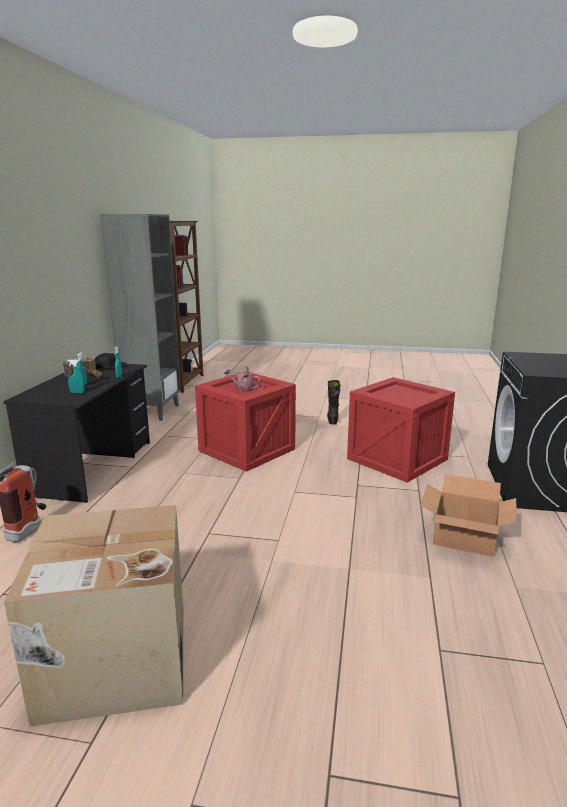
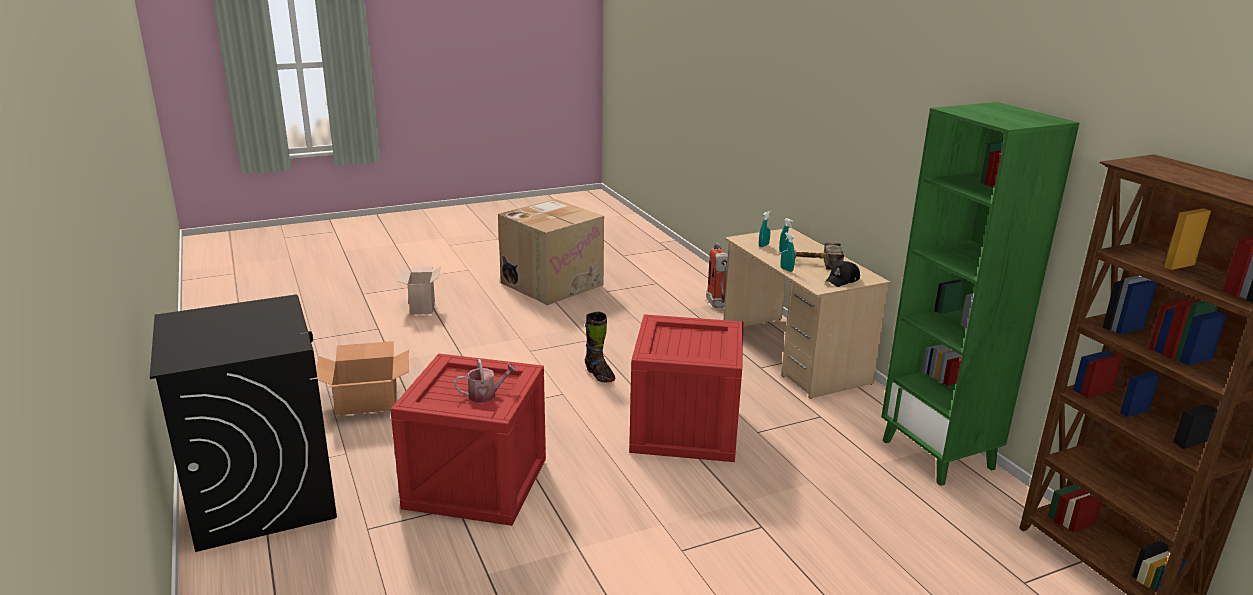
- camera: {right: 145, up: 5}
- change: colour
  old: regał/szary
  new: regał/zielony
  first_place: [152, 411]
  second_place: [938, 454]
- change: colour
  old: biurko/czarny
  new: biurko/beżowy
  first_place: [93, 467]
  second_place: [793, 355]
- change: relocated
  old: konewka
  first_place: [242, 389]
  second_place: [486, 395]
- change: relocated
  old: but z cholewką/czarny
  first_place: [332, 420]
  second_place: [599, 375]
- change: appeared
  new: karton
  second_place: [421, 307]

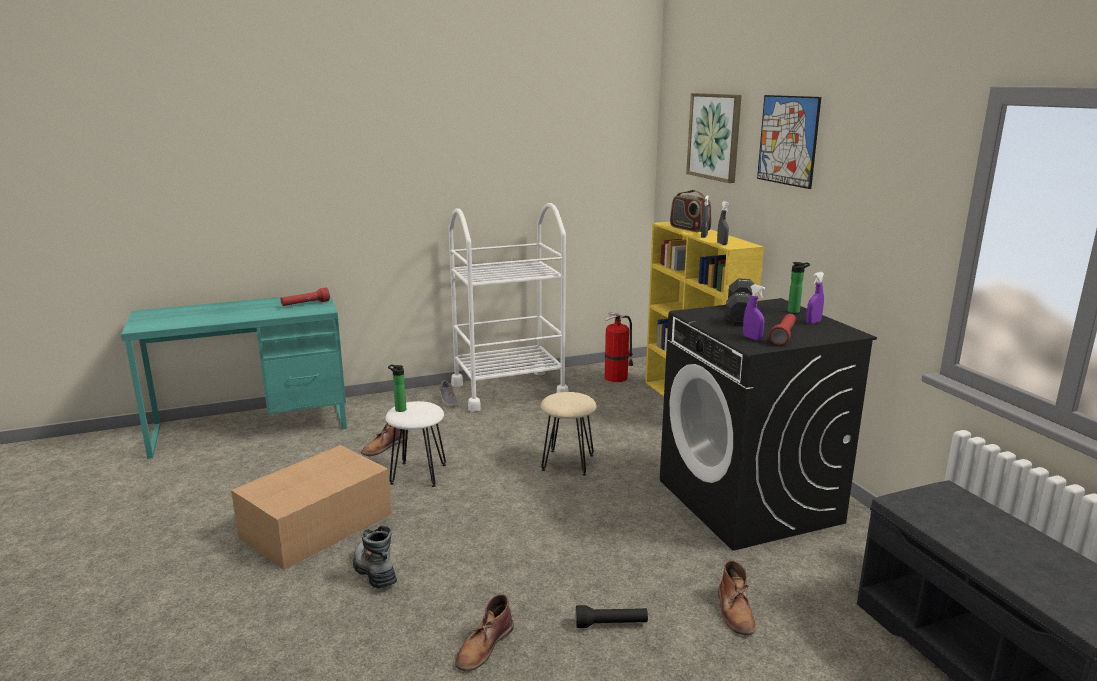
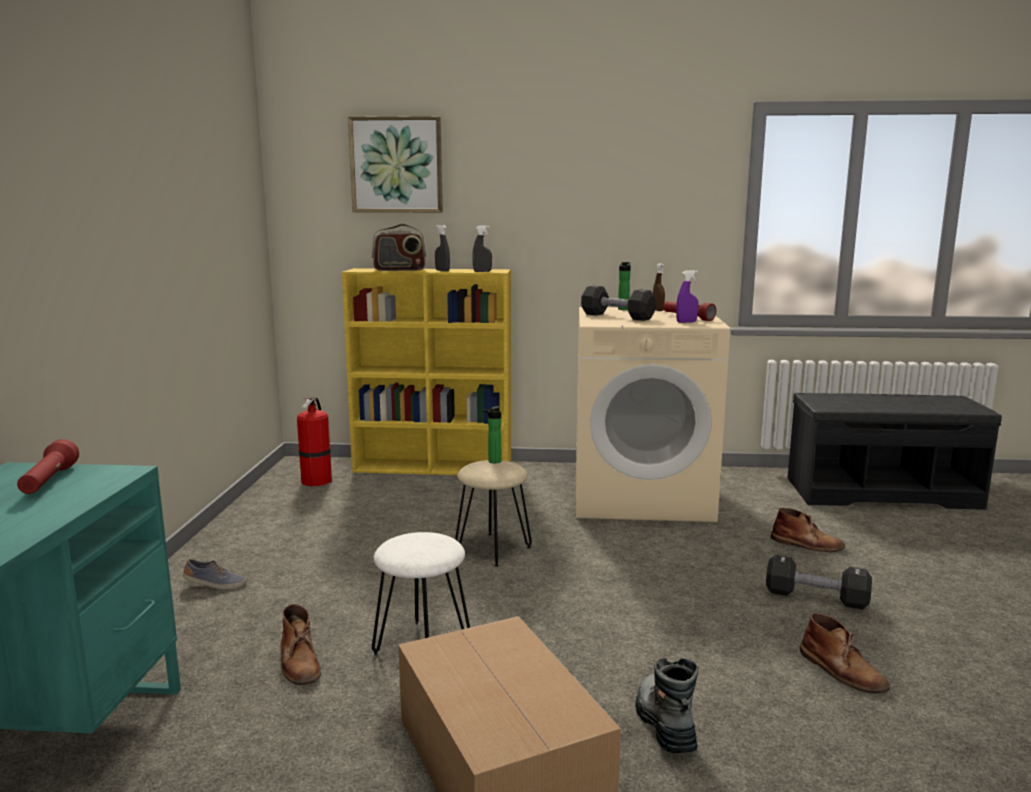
- camera: {right: -65, up: -5}
- change: missing
  old: obraz
  first_place: [788, 140]
- change: missing
  old: wózek/biały
  first_place: [508, 390]
- change: colour
  old: spryskiwacz/fioletowy
  new: spryskiwacz/brązowy
  first_place: [813, 322]
  second_place: [658, 310]
- change: colour
  old: pralka/czarny
  new: pralka/beżowy
  first_place: [749, 501]
  second_place: [642, 496]
- change: relocated
  old: butelka
  first_place: [399, 409]
  second_place: [493, 462]
- change: spun
  old: but z cholewką
  first_place: [374, 572]
  second_place: [664, 724]
  degrees: 90
- change: exchanged
  old: latarka/czarny
  new: hantel/czarny
  first_place: [611, 624]
  second_place: [816, 597]

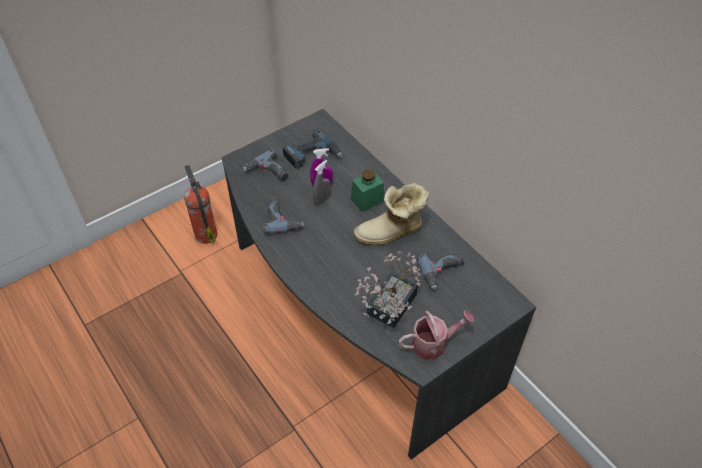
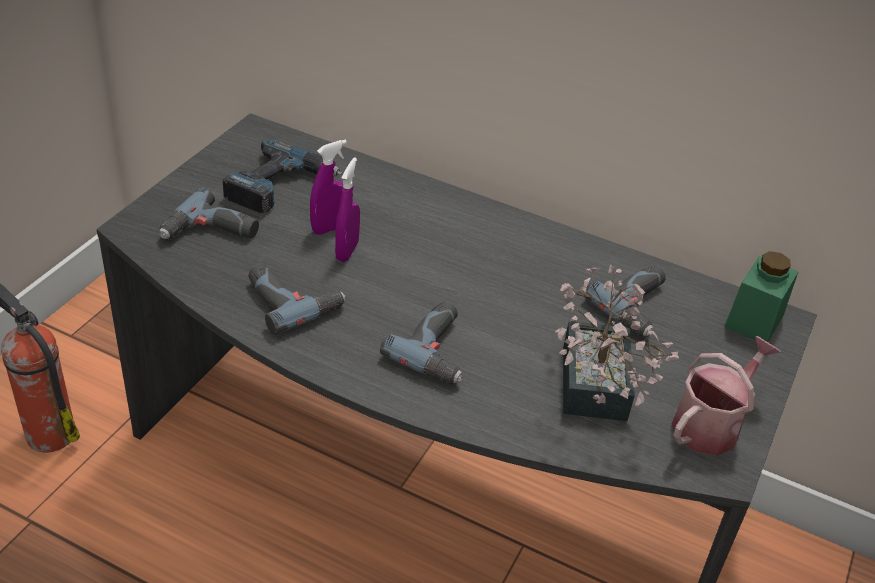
- camera: {right: -30, up: -10}
- change: colour
  old: spryskiwacz/szary
  new: spryskiwacz/fioletowy
  first_place: [322, 200]
  second_place: [347, 251]
- change: relocated
  old: słoik/zielony
  first_place: [367, 200]
  second_place: [754, 320]
- change: missing
  old: but z cholewką
  first_place: [391, 233]
- change: appeared
  new: wiertarka
  second_place: [439, 350]

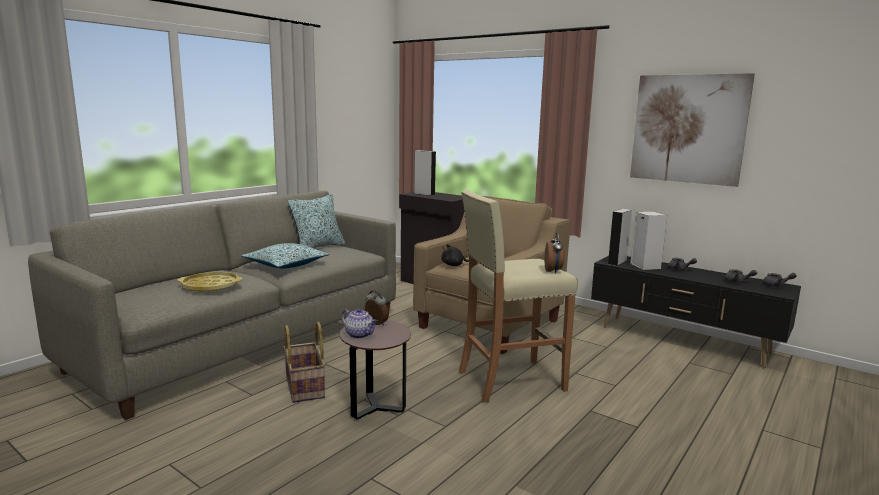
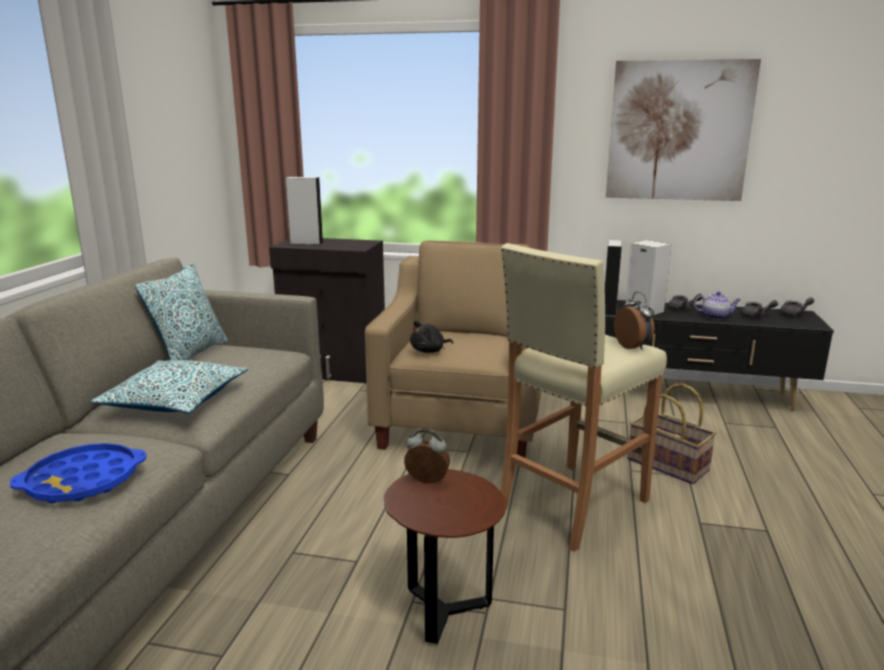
- camera: {right: -25, up: 5}
- change: colour
  old: taca/żółty
  new: taca/niebieski
  first_place: [210, 286]
  second_place: [83, 481]
- change: relocated
  old: imbryk
  first_place: [360, 335]
  second_place: [715, 316]
- change: relocated
  old: koszyk
  first_place: [306, 387]
  second_place: [669, 464]

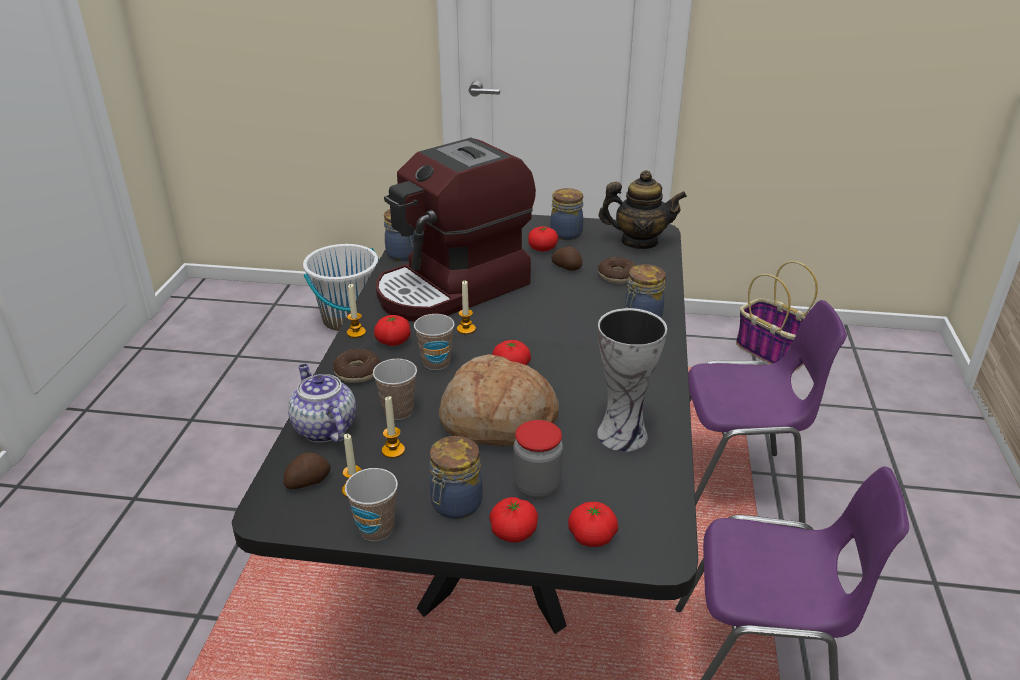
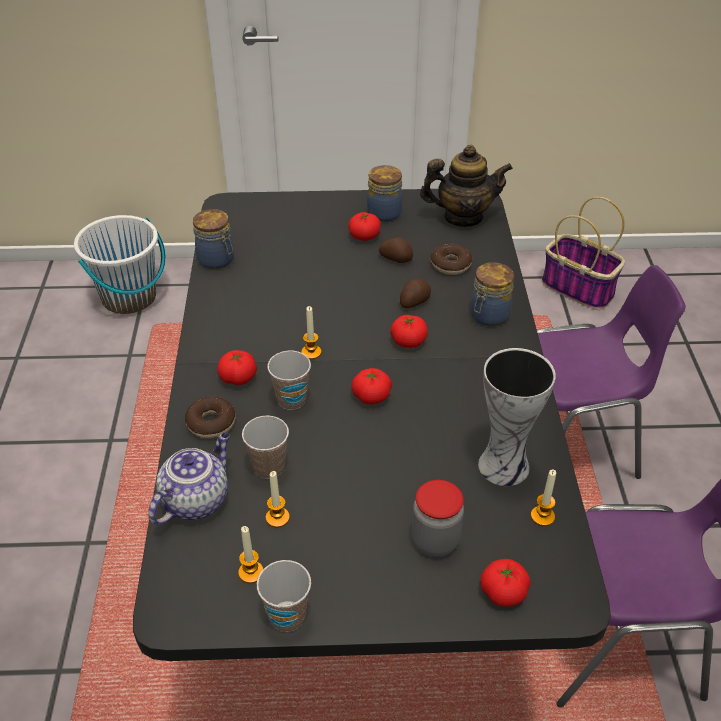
- camera: {right: -10, up: 10}
- change: missing
  old: ekspres do kawy
  first_place: [453, 288]
- change: relocated
  old: świeca
  first_place: [356, 332]
  second_place: [542, 516]
- change: missing
  old: chleb
  first_place: [497, 421]
- change: spun
  old: imbryk
  first_place: [324, 428]
  second_place: [196, 499]
  degrees: 75
- change: missing
  old: słoik
  first_place: [455, 505]
- change: relocated
  old: ziemniak
  first_place: [307, 481]
  second_place: [414, 301]
- change: relocated
  old: pomidor
  first_place: [513, 532]
  second_place: [408, 341]

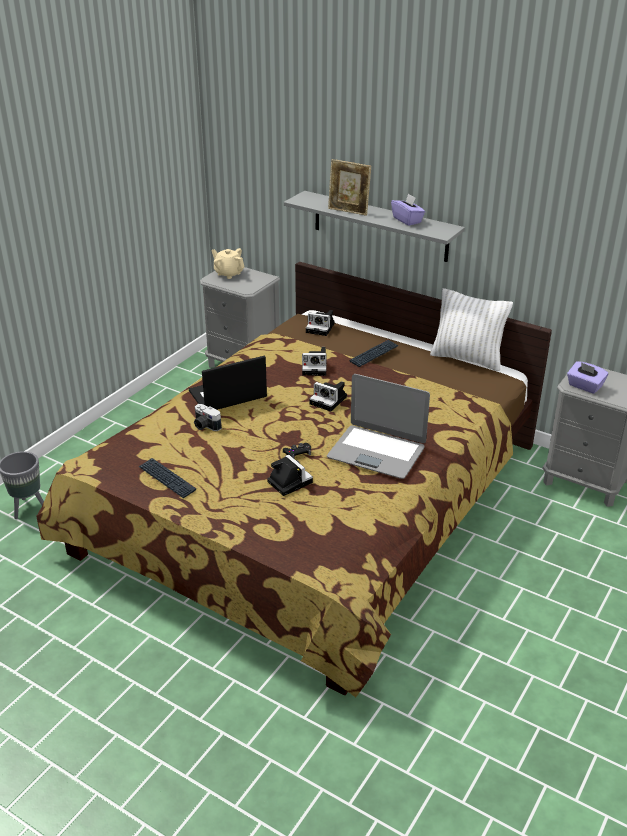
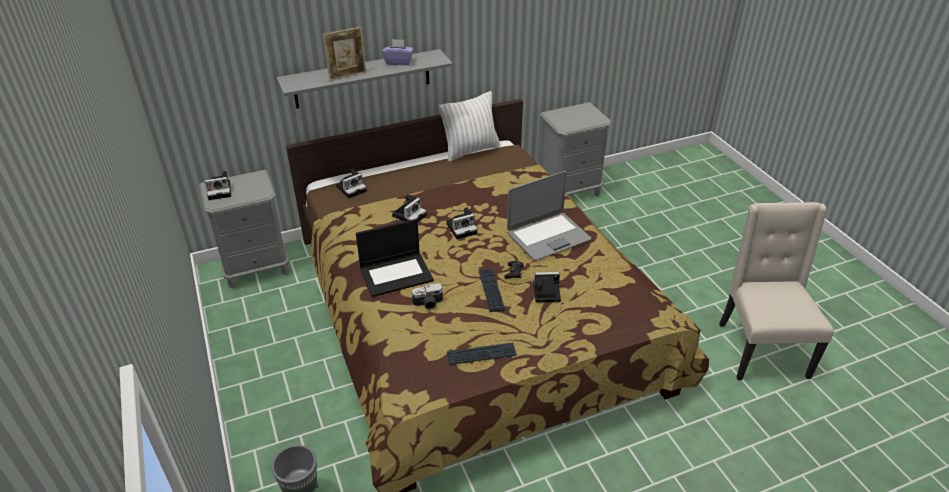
- camera: {right: -55, up: 5}
- change: exchanged
  old: imbryk/beżowy
  new: aparat fotograficzny
  first_place: [228, 273]
  second_place: [220, 190]
- change: relocated
  old: klawiatura
  first_place: [374, 354]
  second_place: [491, 290]
- change: spun
  old: laptop
  first_place: [227, 395]
  second_place: [396, 274]
  degrees: -120
- change: missing
  old: pudełko chusteczek/fioletowy
  first_place: [584, 386]
- change: appeared
  new: krzesło/beżowy
  second_place: [760, 349]

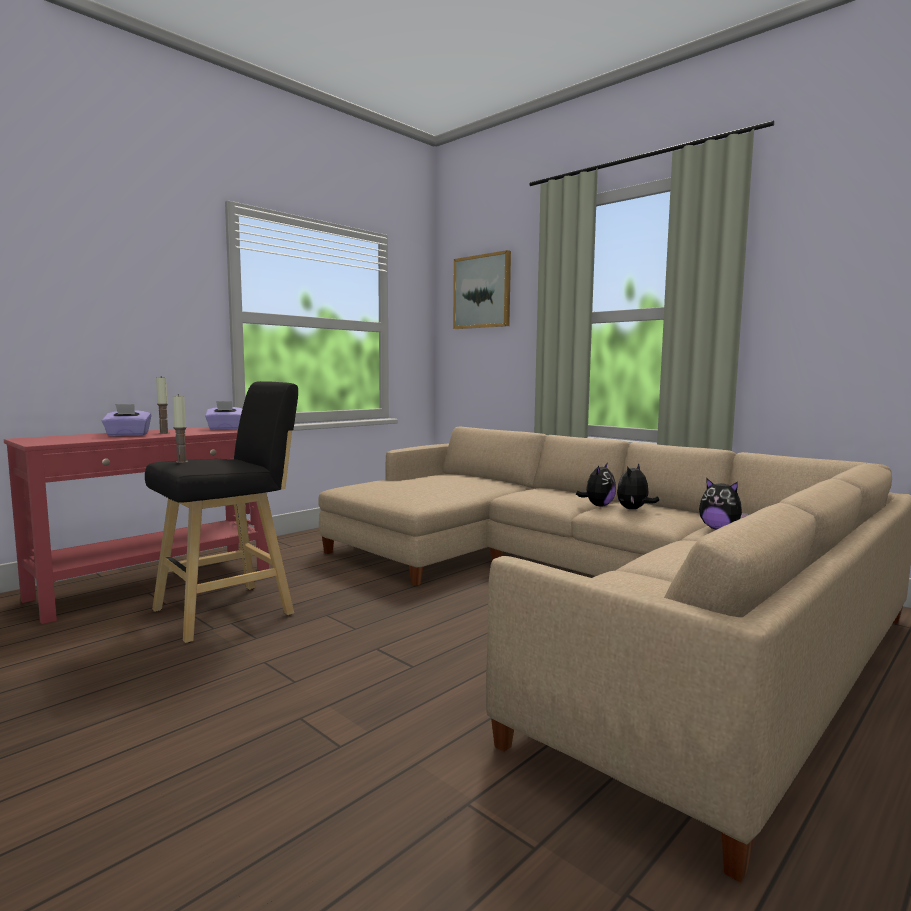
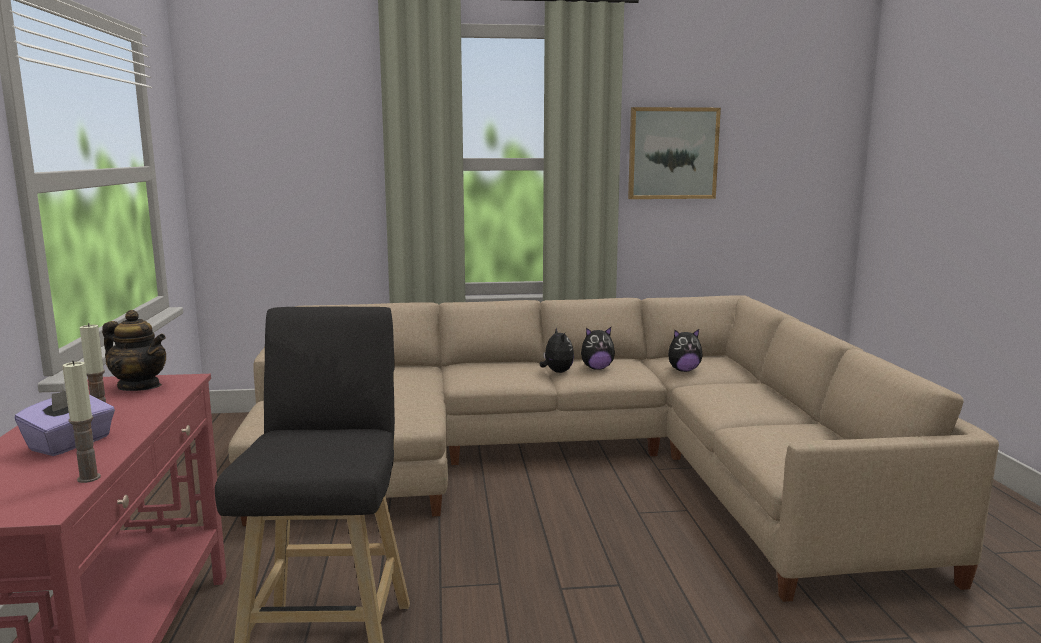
- camera: {right: -50, up: 5}
- change: relocated
  old: obraz
  first_place: [482, 291]
  second_place: [672, 153]
- change: relocated
  old: świeca
  first_place: [181, 462]
  second_place: [89, 478]
- change: exchanged
  old: pudełko chusteczek/fioletowy
  new: imbryk
  first_place: [226, 429]
  second_place: [139, 386]
- change: spun
  old: pluszak
  first_place: [634, 509]
  second_place: [597, 368]
  degrees: -90

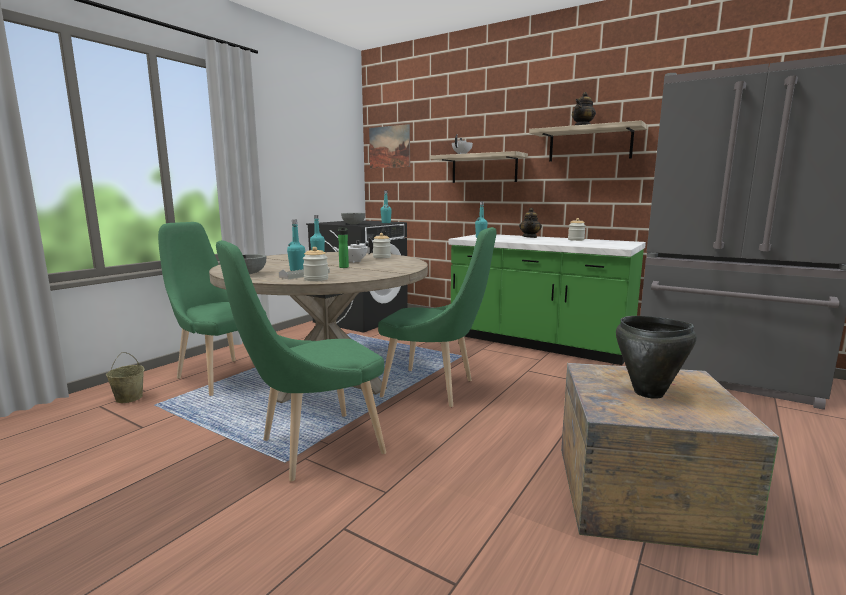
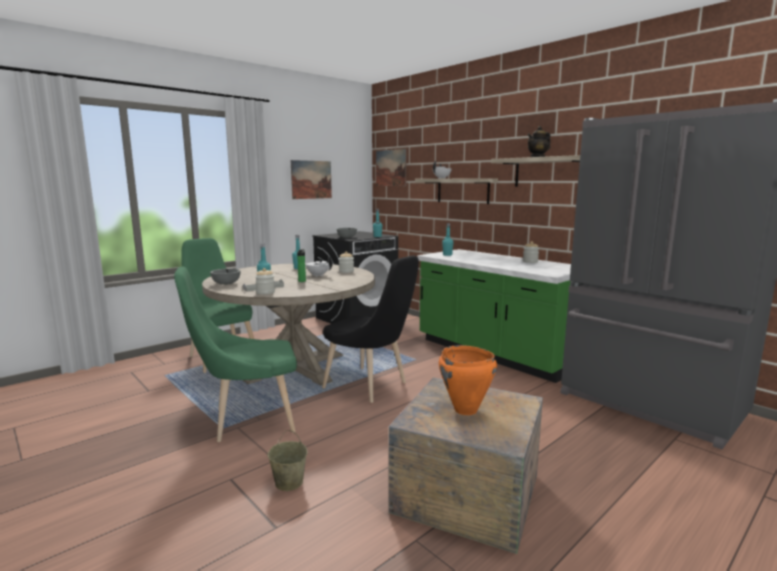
- camera: {right: 15, up: 0}
- change: missing
  old: imbryk
  first_place: [530, 237]
- change: colour
  old: krzesło/zielony
  new: krzesło/czarny
  first_place: [435, 389]
  second_place: [370, 386]
- change: colour
  old: garnek/czarny
  new: garnek/pomarańczowy
  first_place: [649, 393]
  second_place: [465, 410]
- change: relocated
  old: wiadro/beżowy
  first_place: [128, 398]
  second_place: [288, 482]
- change: appeared
  new: obraz
  second_place: [311, 179]

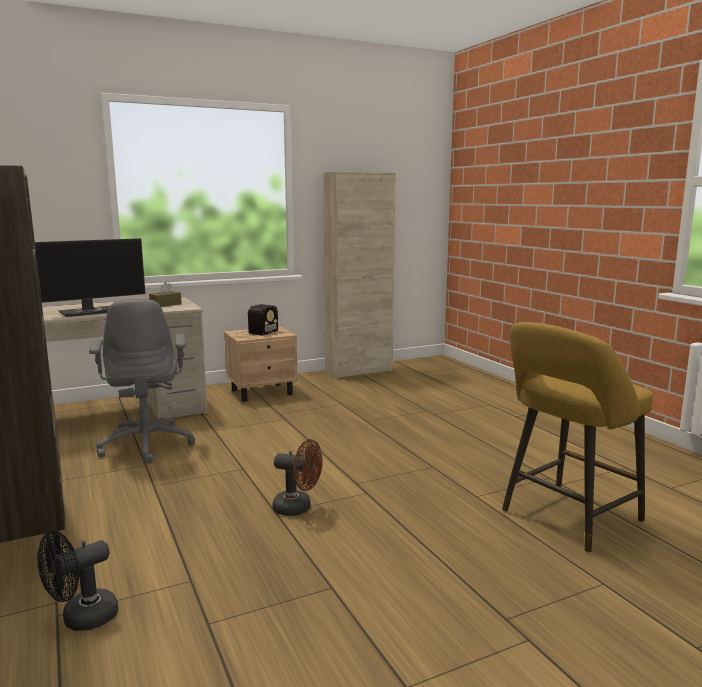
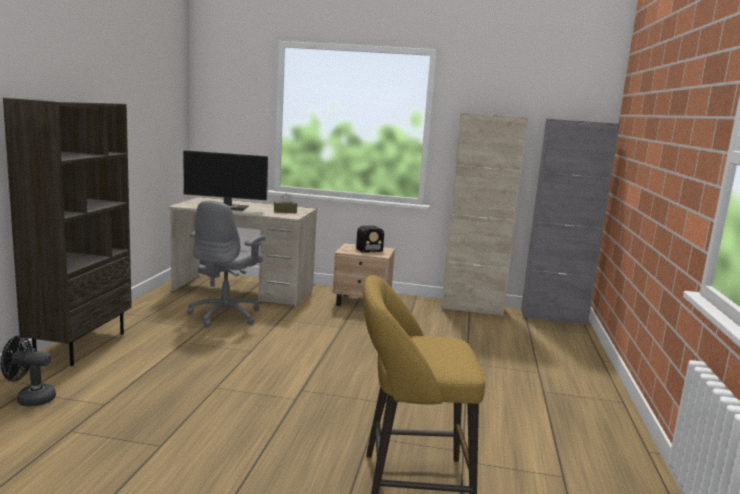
- camera: {right: 35, up: 0}
- change: missing
  old: wentylator/brązowy
  first_place: [298, 508]
- change: appeared
  new: szafka/szary
  second_place: [553, 317]

